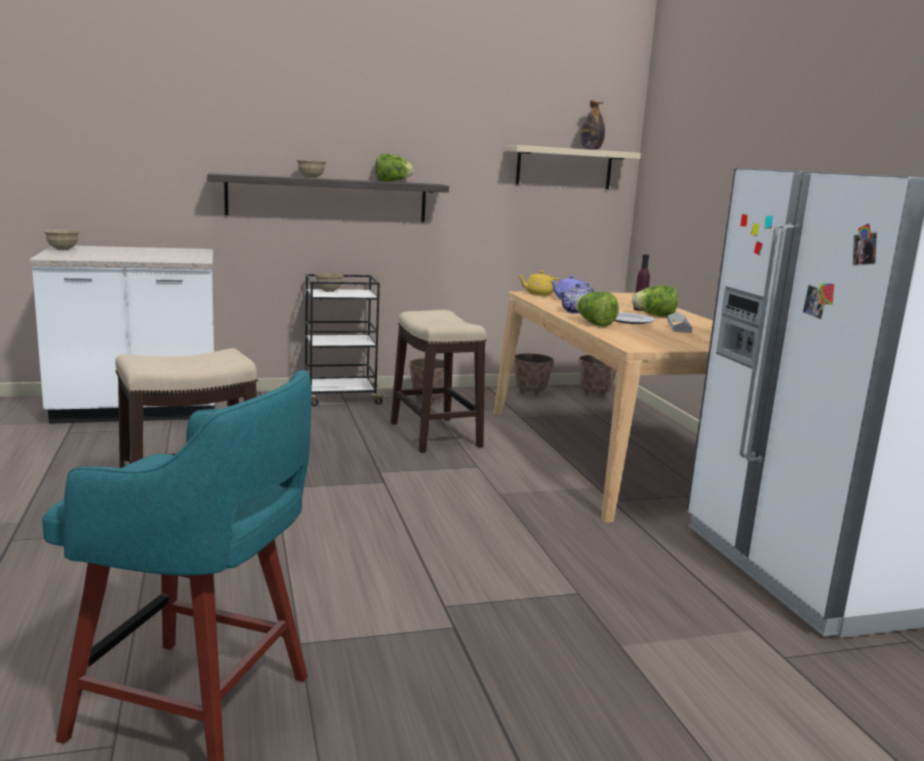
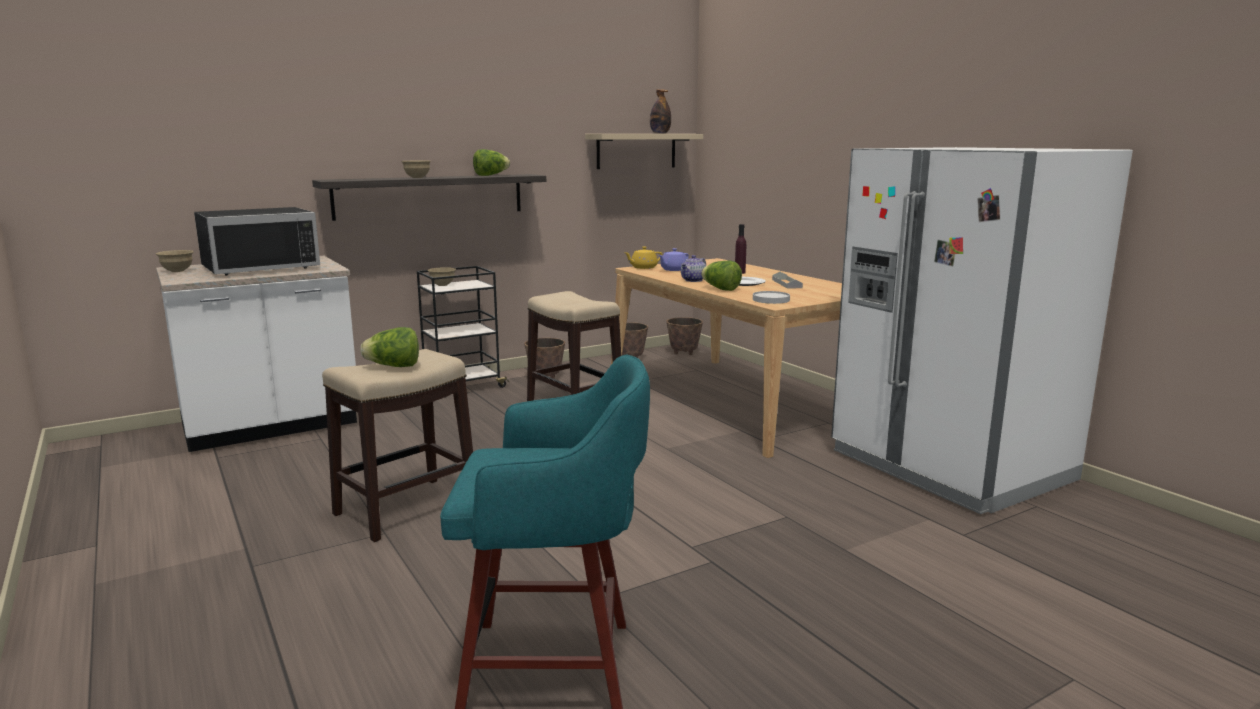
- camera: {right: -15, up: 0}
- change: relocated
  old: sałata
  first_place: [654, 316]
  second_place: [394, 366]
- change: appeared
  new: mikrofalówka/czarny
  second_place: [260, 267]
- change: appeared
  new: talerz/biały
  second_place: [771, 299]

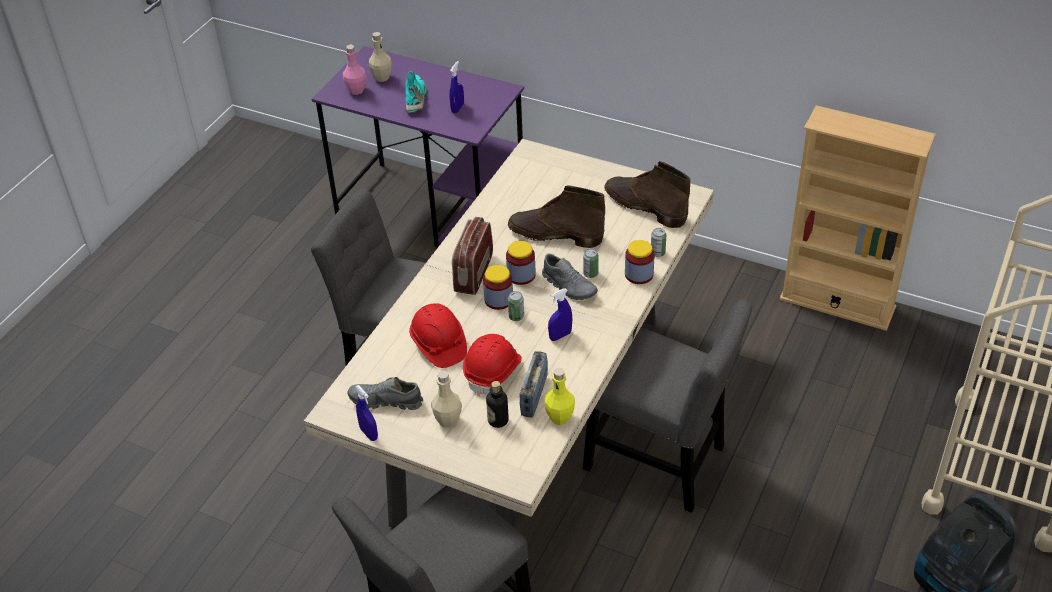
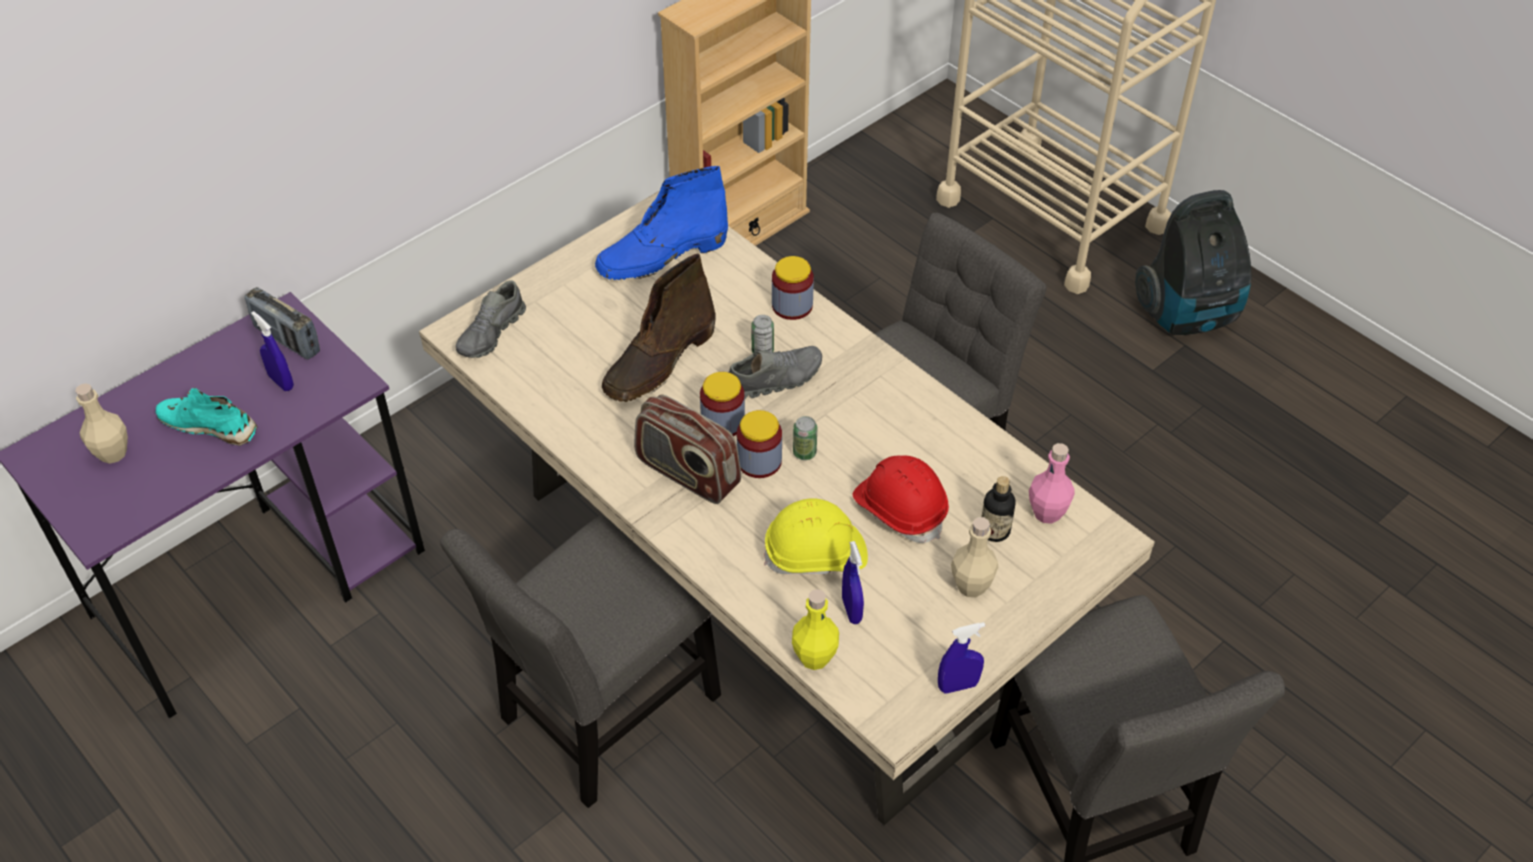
- camera: {right: -70, up: 5}
- change: relocated
  old: butelka/różowy
  first_place: [356, 90]
  second_place: [1047, 513]
- change: colour
  old: but z cholewką/brązowy
  new: but z cholewką/niebieski
  first_place: [644, 206]
  second_place: [661, 256]
- change: missing
  old: puszka
  first_place: [657, 253]
- change: relocated
  old: spryskiwacz/niebieski
  first_place: [560, 336]
  second_place: [851, 610]
- change: colour
  old: kask/czerwony
  new: kask/żółty
  first_place: [438, 345]
  second_place: [816, 555]
- change: relocated
  old: radio
  first_place: [534, 396]
  second_place: [287, 340]
- change: relocated
  old: butelka/żółty
  first_place: [559, 417]
  second_place: [814, 657]
- change: relocated
  old: but/szary
  first_place: [386, 401]
  second_place: [491, 333]

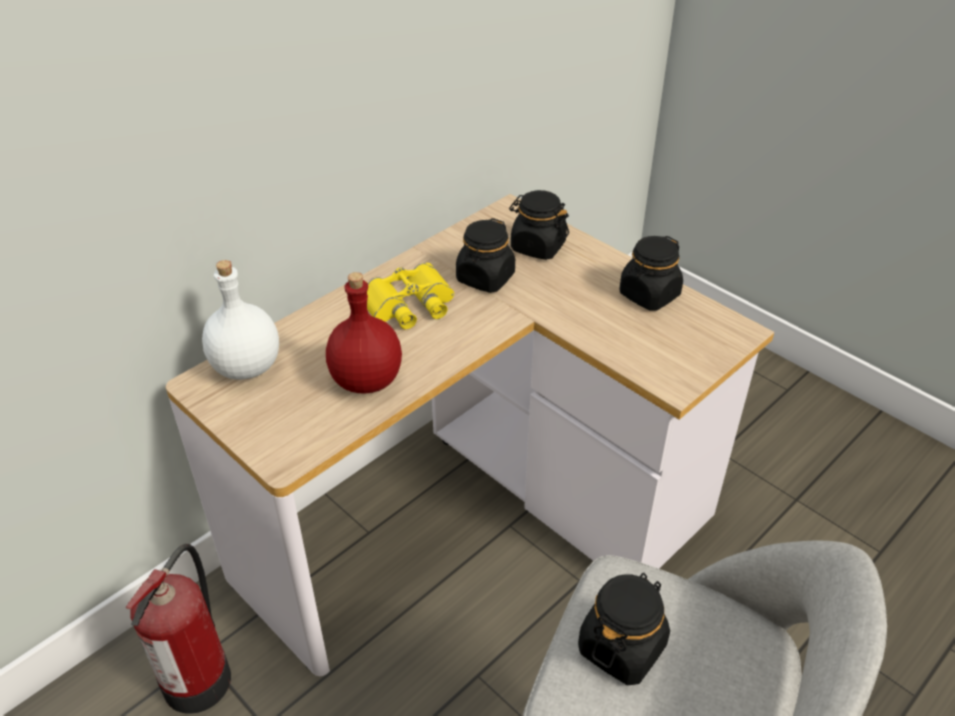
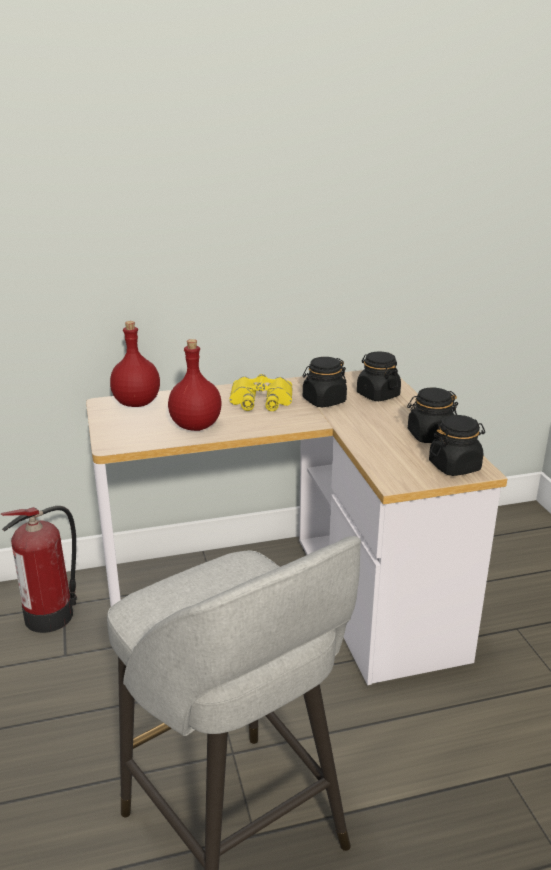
- camera: {right: 30, up: -15}
- change: colour
  old: butelka/biały
  new: butelka/czerwony
  first_place: [246, 368]
  second_place: [136, 403]
- change: relocated
  old: słoik/czarny
  first_place: [621, 647]
  second_place: [454, 466]

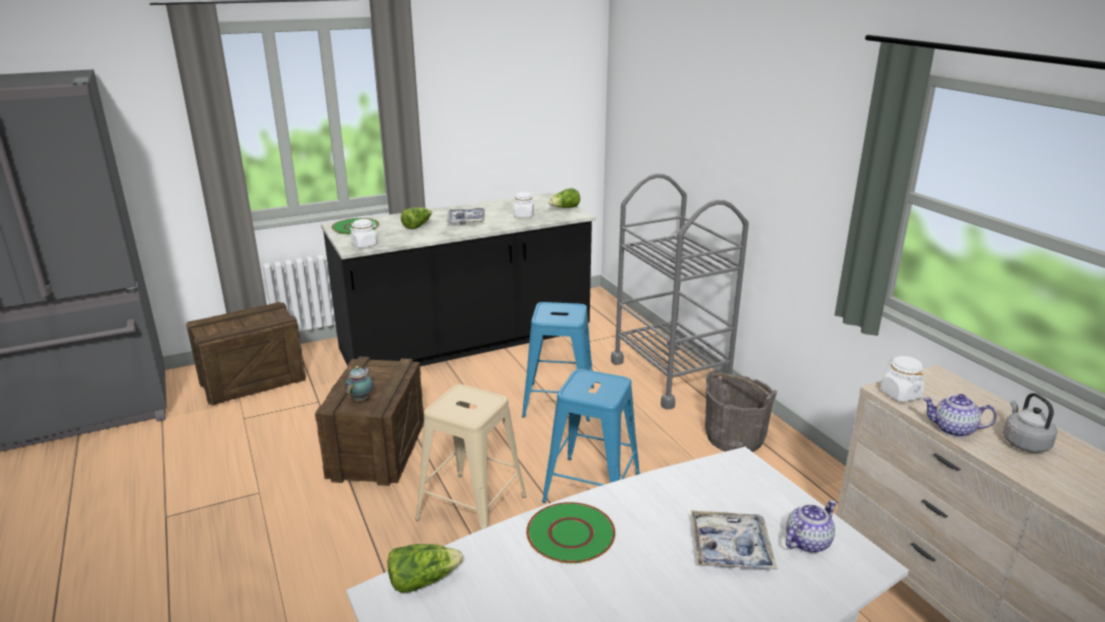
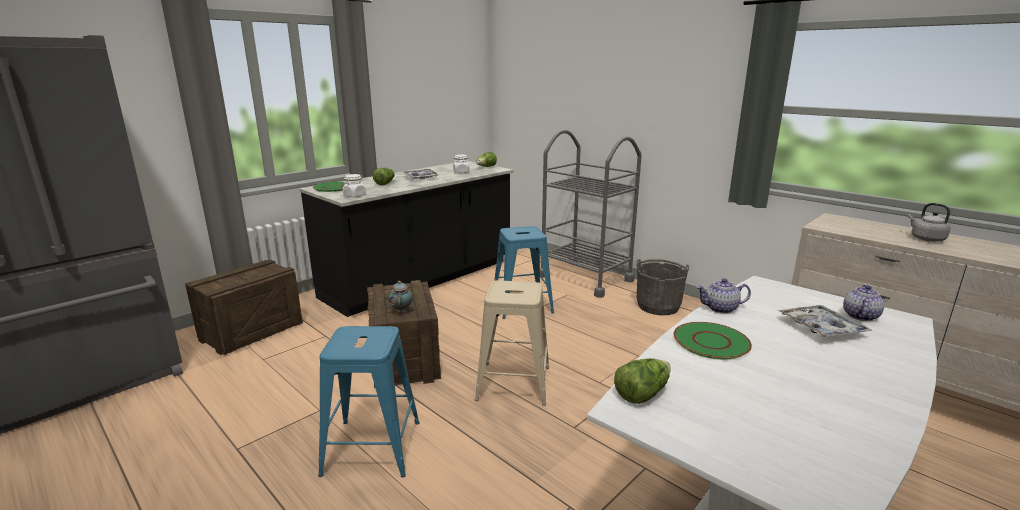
- camera: {right: -20, up: -5}
- change: missing
  old: słoik/biały
  first_place: [900, 394]
- change: relocated
  old: stołek/niebieski
  first_place: [592, 488]
  second_place: [372, 448]
- change: relocated
  old: imbryk
  first_place: [953, 429]
  second_place: [720, 309]

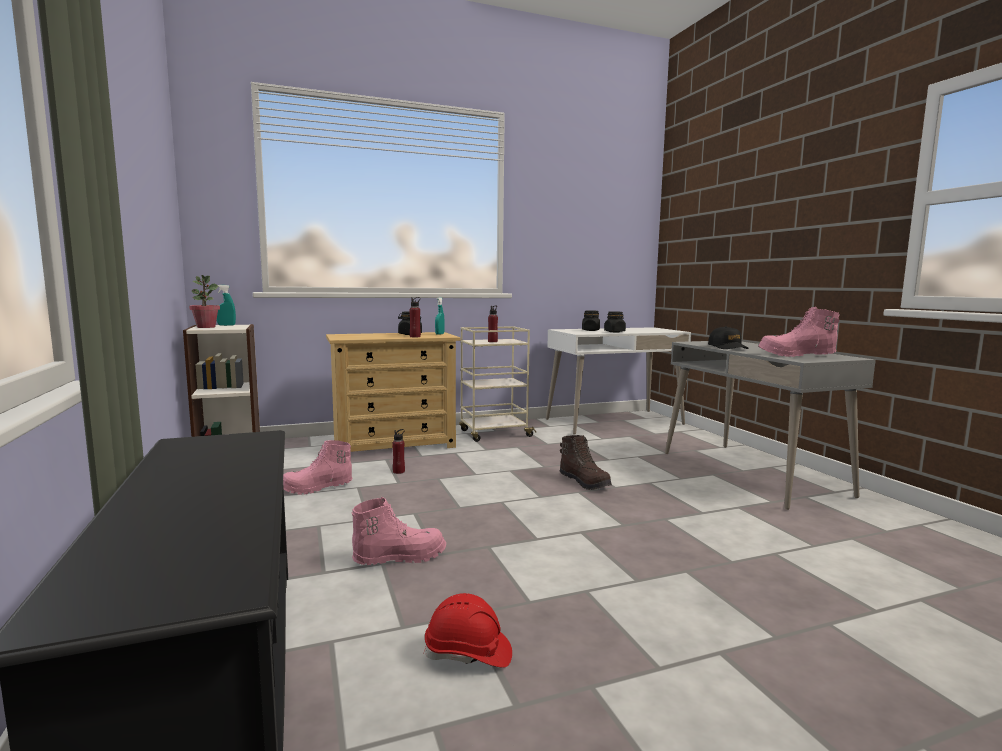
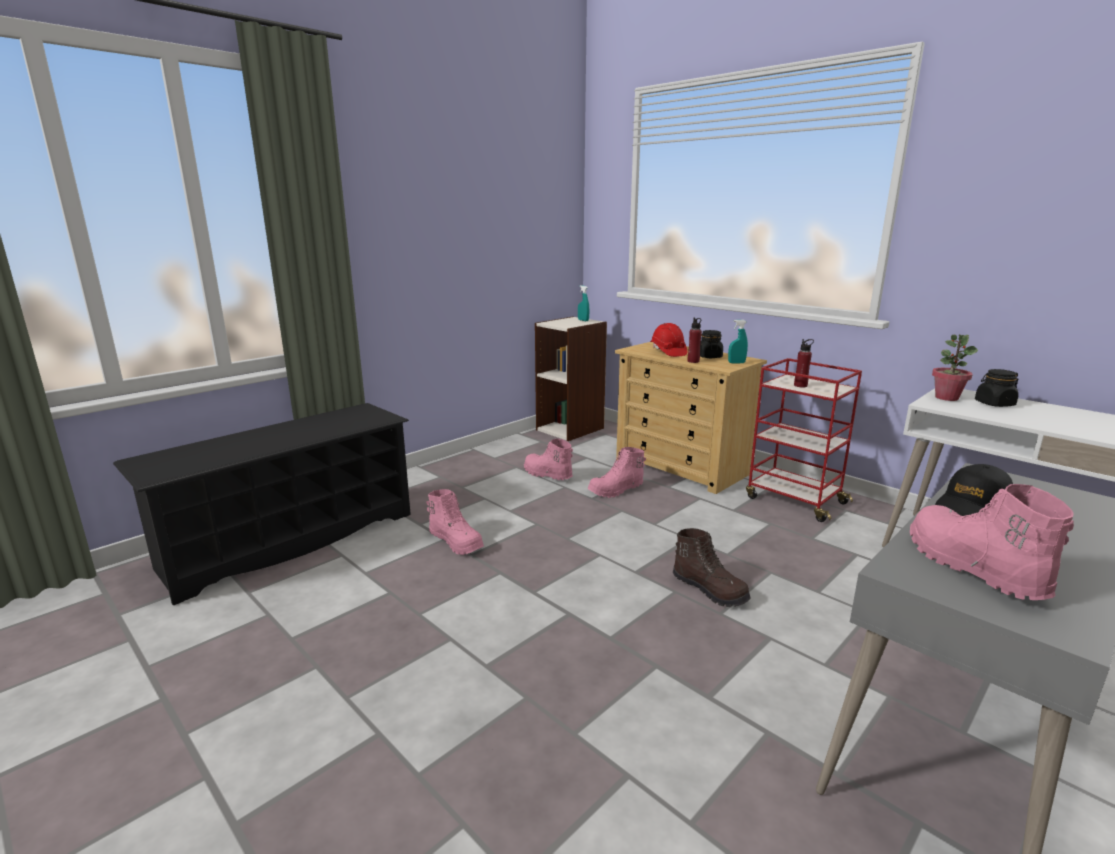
- camera: {right: 65, up: 10}
- change: relocated
  old: roślina doniczkowa
  first_place: [206, 327]
  second_place: [946, 398]
- change: missing
  old: słoik/czarny
  first_place: [614, 332]
- change: colour
  old: wózek/beżowy
  new: wózek/czerwony
  first_place: [494, 434]
  second_place: [794, 500]
- change: exchanged
  old: butelka/czerwony
  new: but z cholewką/różowy
  first_place: [399, 471]
  second_place: [616, 490]
- change: spun
  old: but z cholewką/brązowy
  first_place: [585, 482]
  second_place: [710, 590]
  degrees: -75
- change: relocated
  old: kask/czerwony
  first_place: [468, 653]
  second_place: [668, 352]

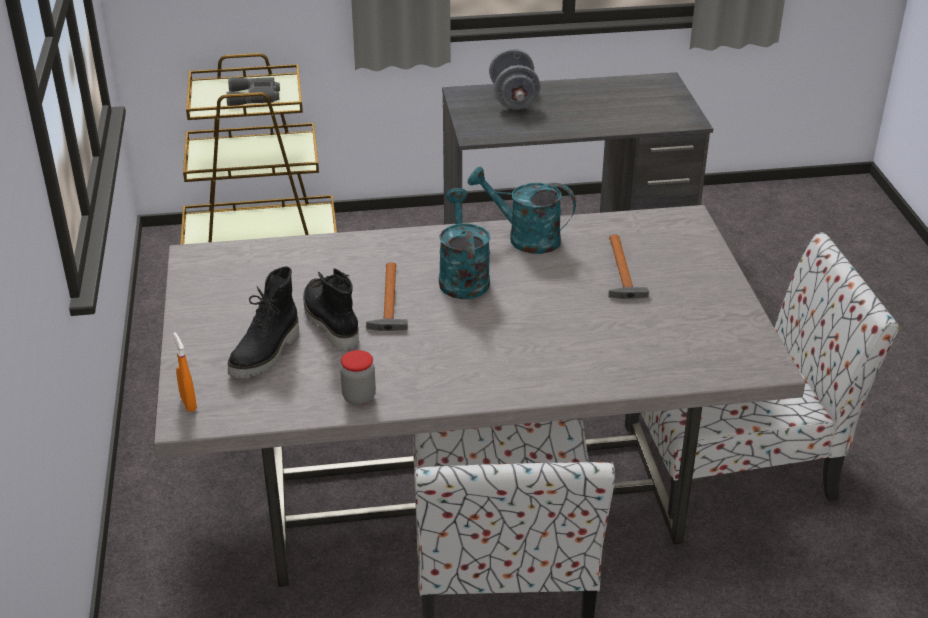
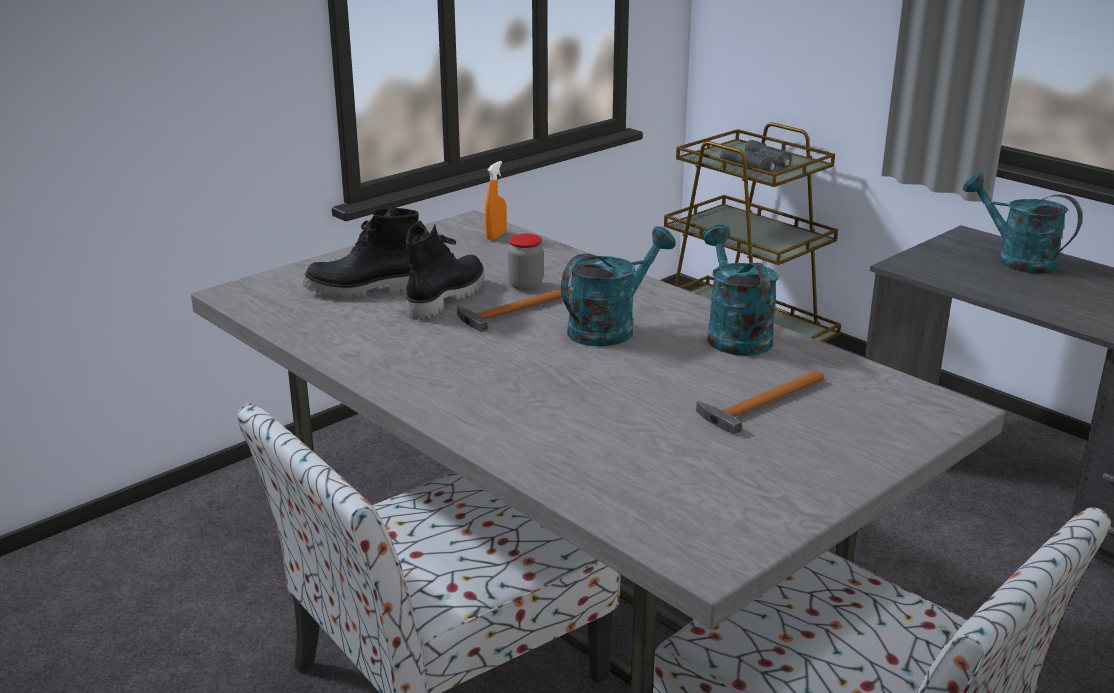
- camera: {right: 55, up: -10}
- change: exchanged
  old: hantel/szary
  new: konewka/turkusowy
  first_place: [513, 99]
  second_place: [1016, 259]
- change: relocated
  old: spryskiwacz/pomarańczowy
  first_place: [188, 403]
  second_place: [496, 236]
- change: relocated
  old: słoik
  first_place: [359, 397]
  second_place: [525, 285]

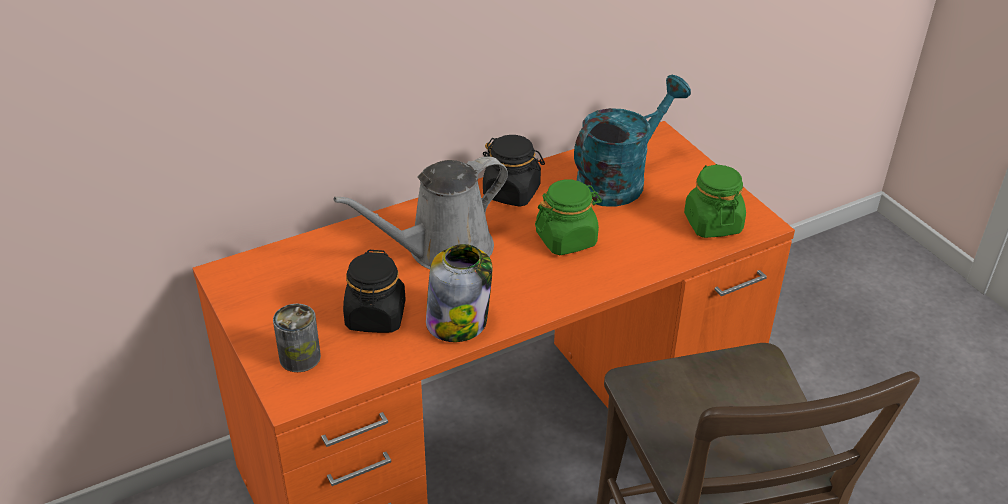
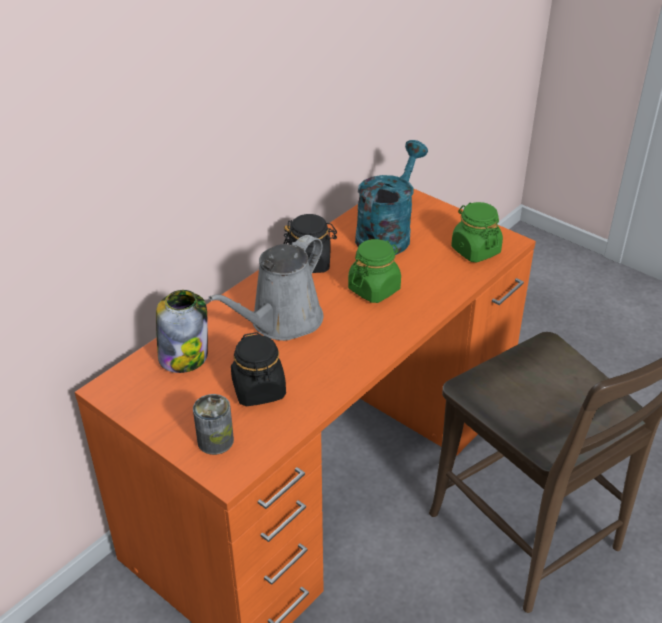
- camera: {right: -20, up: 0}
- change: relocated
  old: słoik
  first_place: [458, 322]
  second_place: [184, 356]

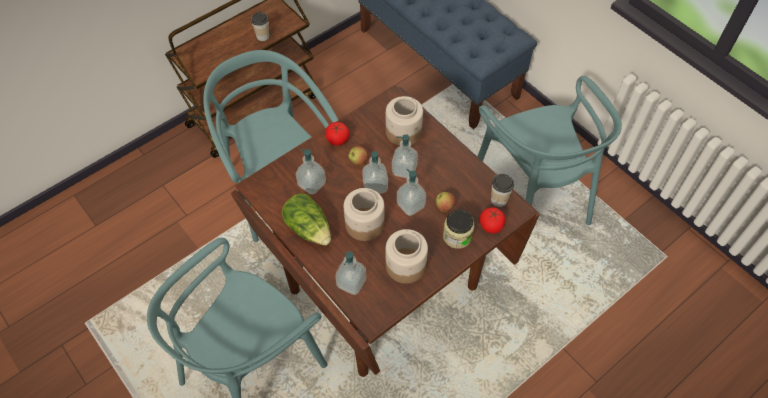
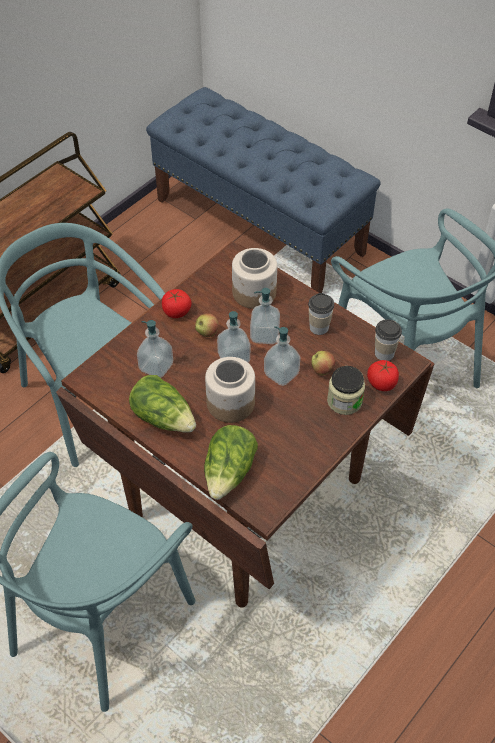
- camera: {right: -10, up: -5}
- change: relocated
  old: filiżanka
  first_place: [262, 36]
  second_place: [319, 327]
- change: missing
  old: słoik
  first_place: [405, 266]
- change: exchanged
  old: dozownik mydła
  new: sałata
  first_place: [351, 283]
  second_place: [229, 472]

